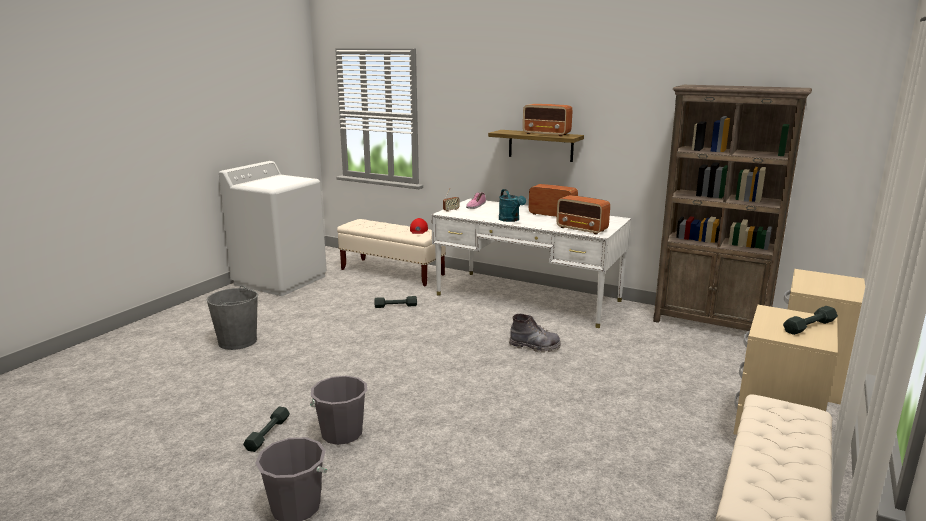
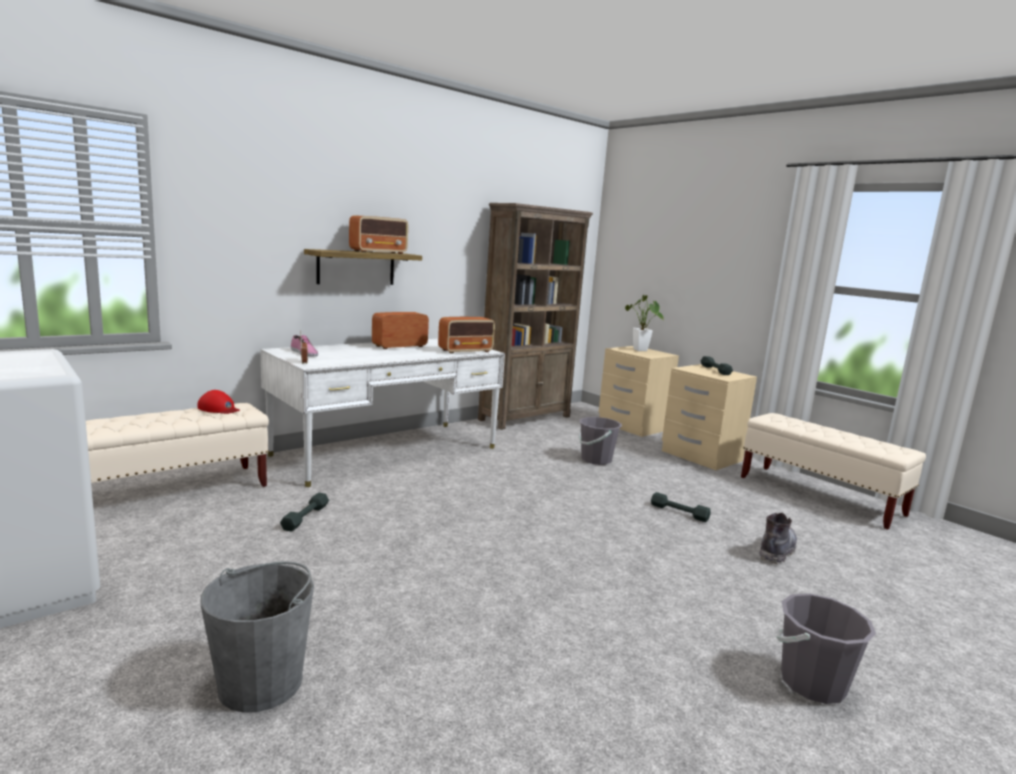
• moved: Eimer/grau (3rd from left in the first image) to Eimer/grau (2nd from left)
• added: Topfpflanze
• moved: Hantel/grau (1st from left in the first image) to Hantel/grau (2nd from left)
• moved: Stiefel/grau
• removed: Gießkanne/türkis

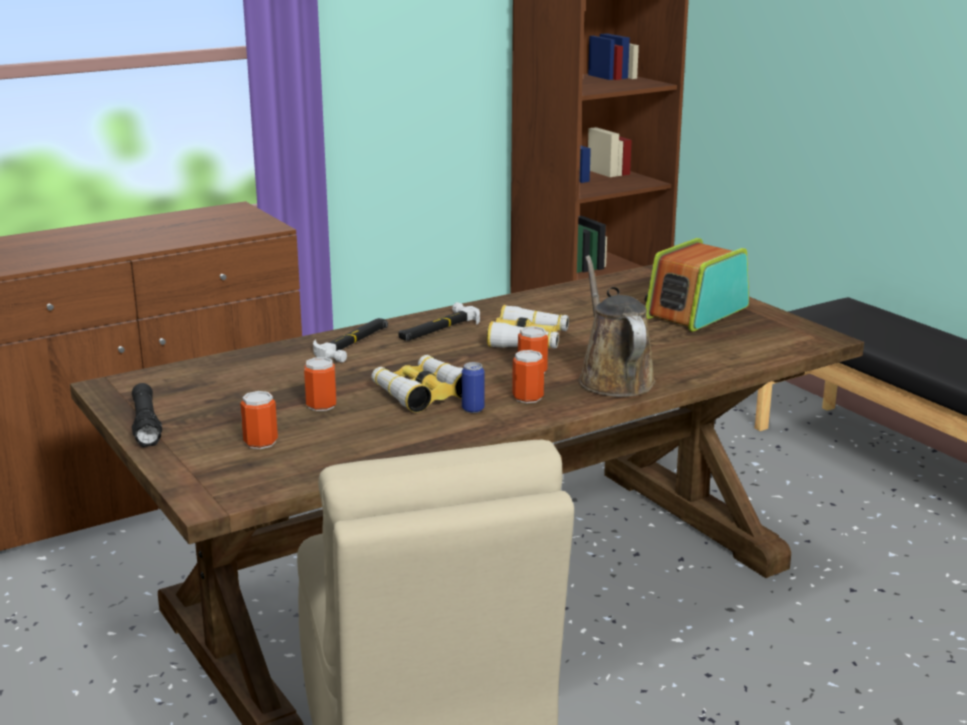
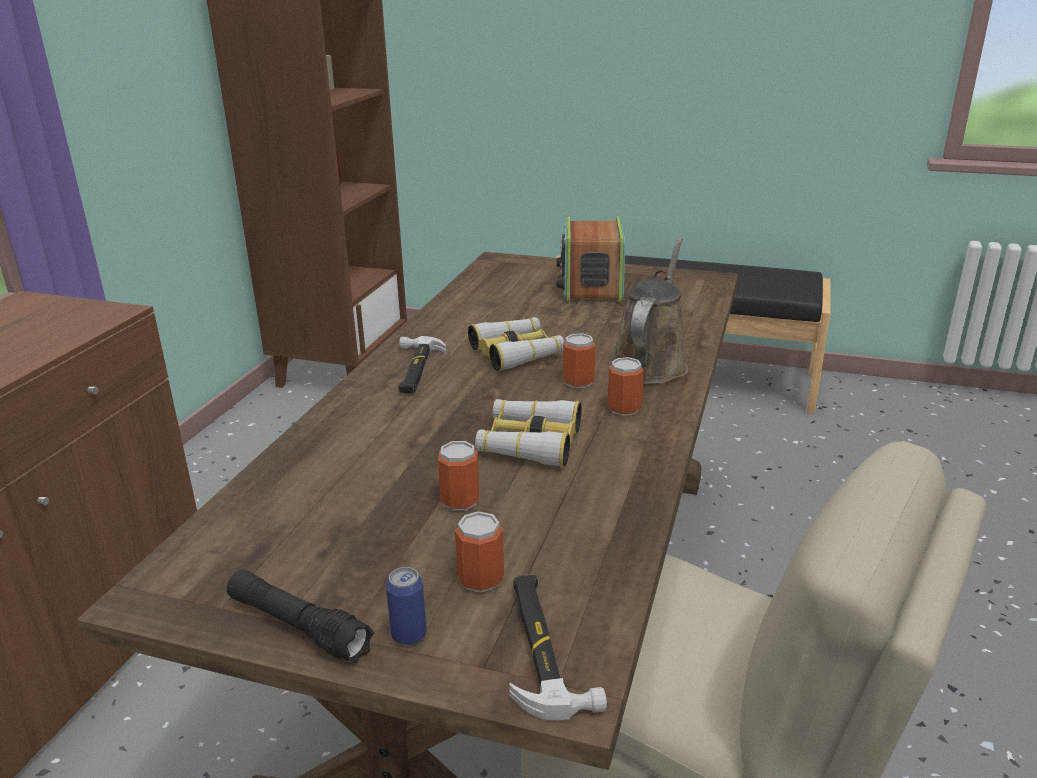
• moved: Dose (3rd from left in the first image) to Dose (1st from left)
• moved: Hammer (1st from left in the first image) to Hammer (2nd from left)
• turned: Gießkanne/braun 75 degrees clockwise

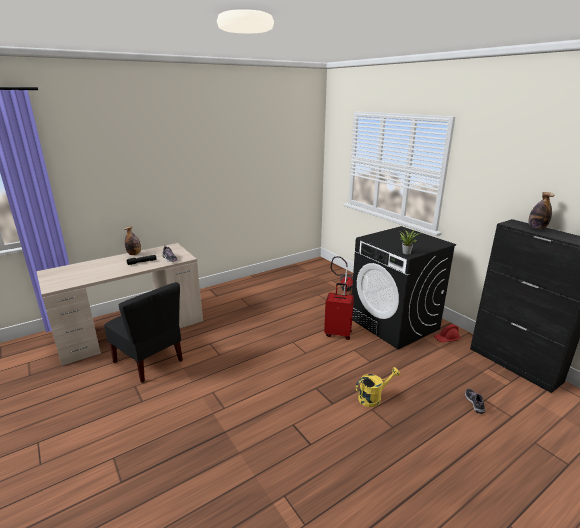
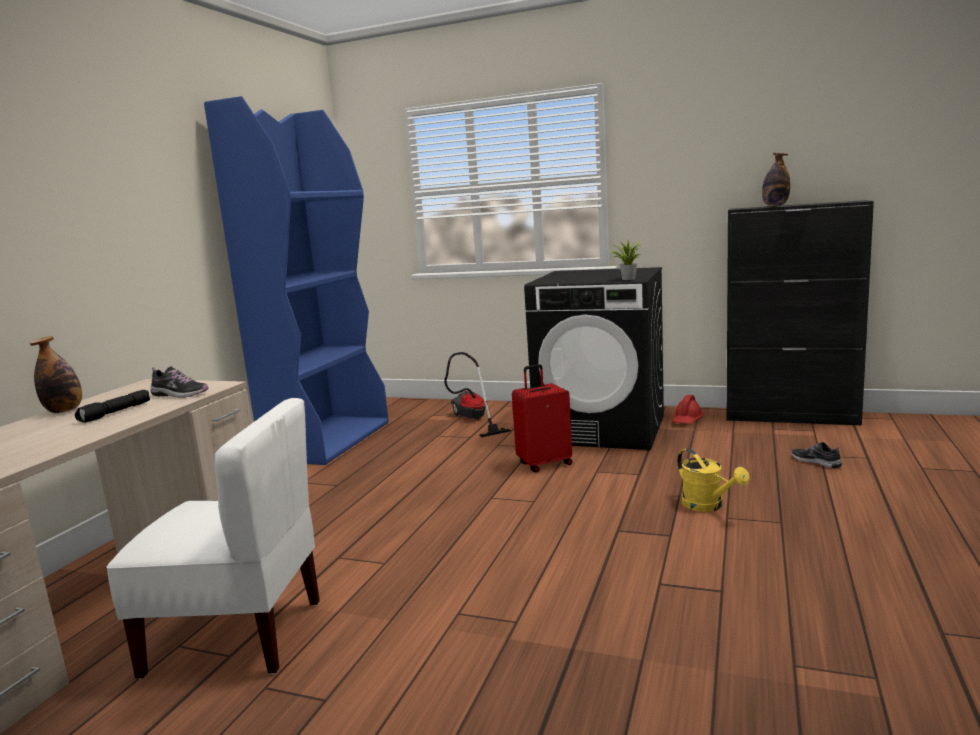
• recoloured: Stuhl/schwarz to Stuhl/weiß
• added: Bücherregal/blau
• turned: Gießkanne/gelb 120 degrees clockwise

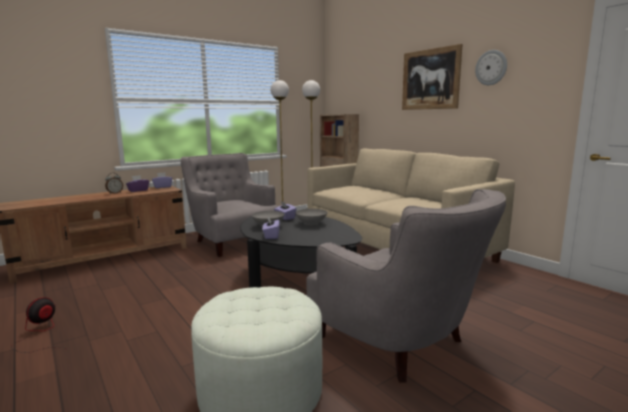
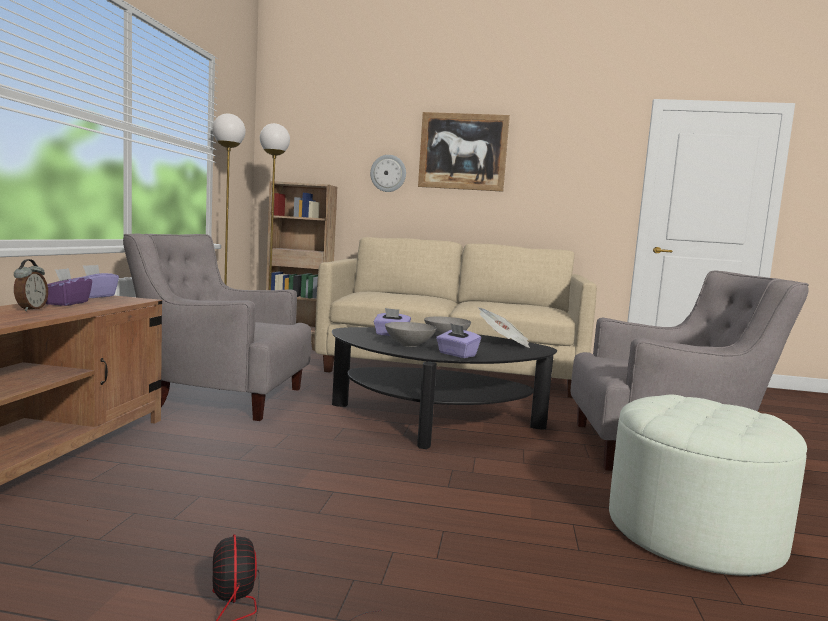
• moved: Wanduhr
• added: Zeitung

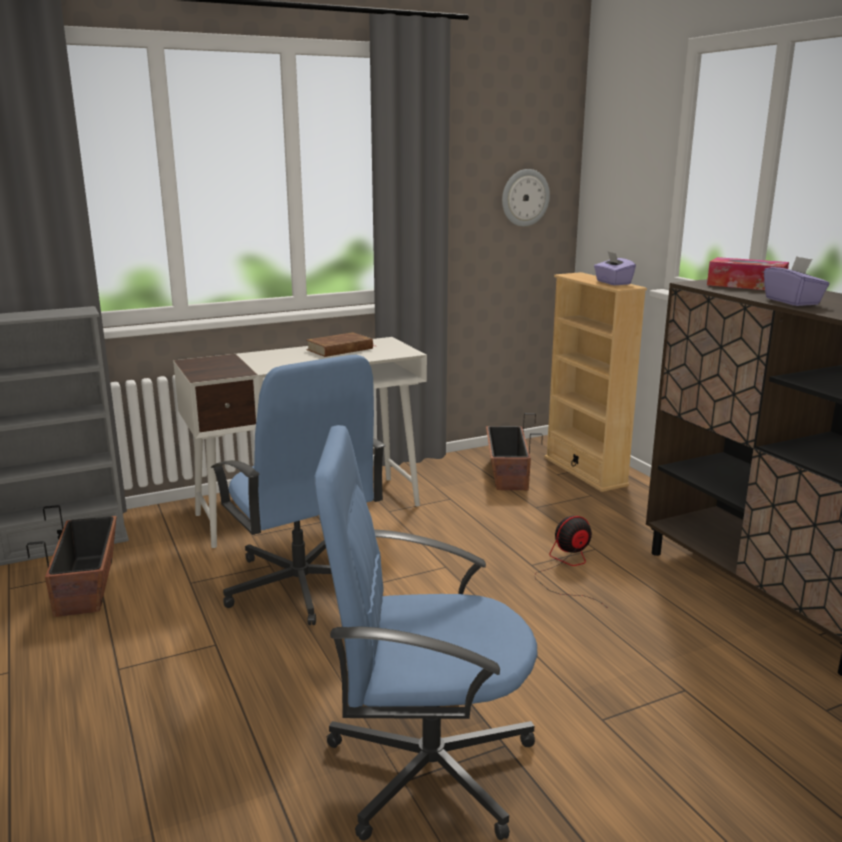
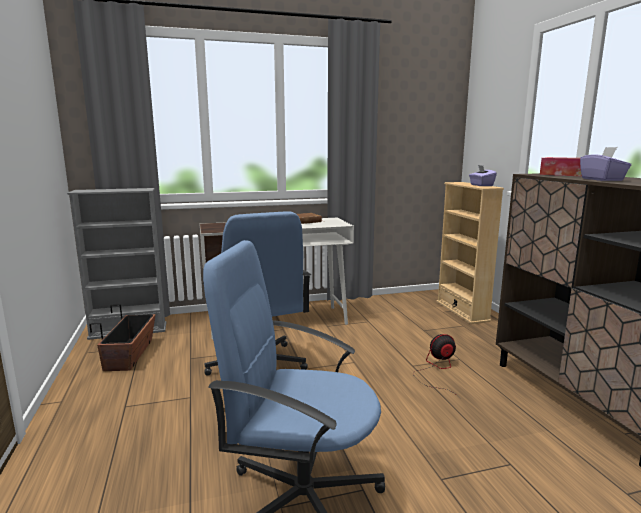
• removed: Pflanzkübel (2nd from left)
• removed: Wanduhr

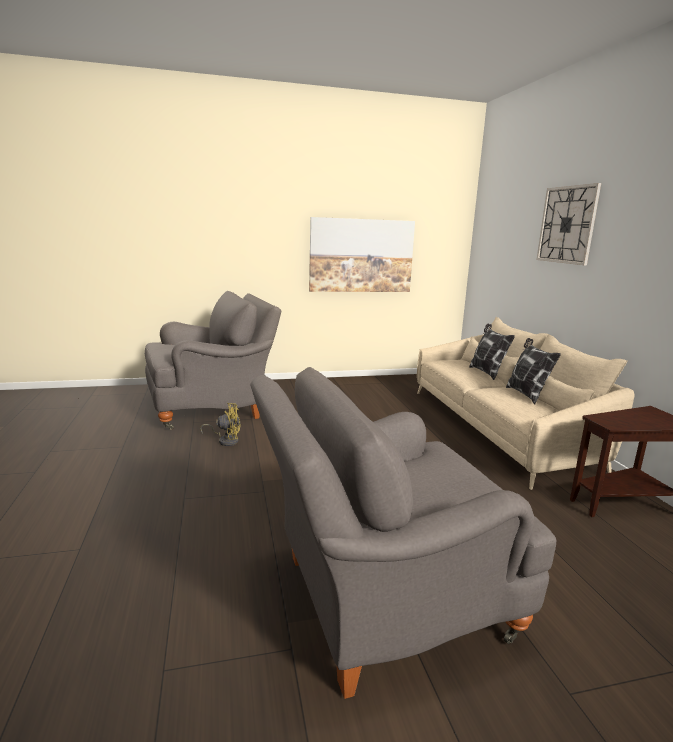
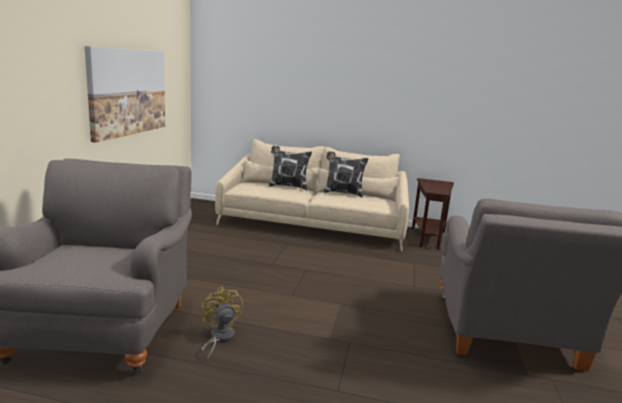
• turned: Ventilator/gelb 45 degrees counterclockwise
• removed: Wanduhr

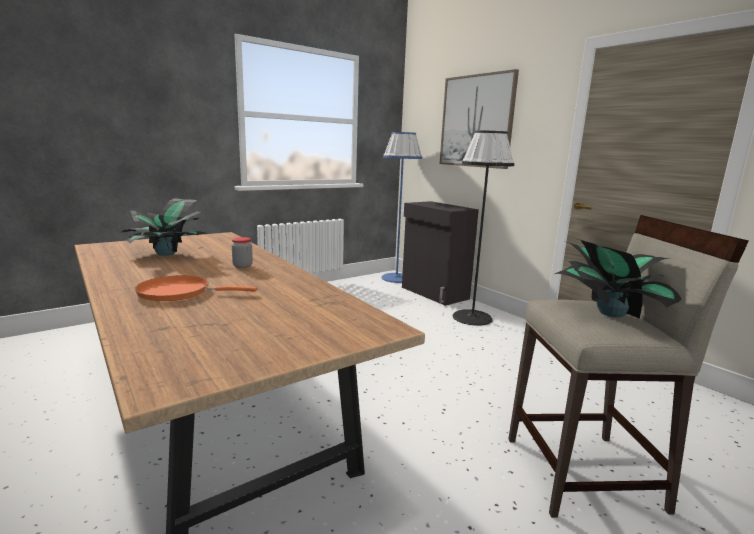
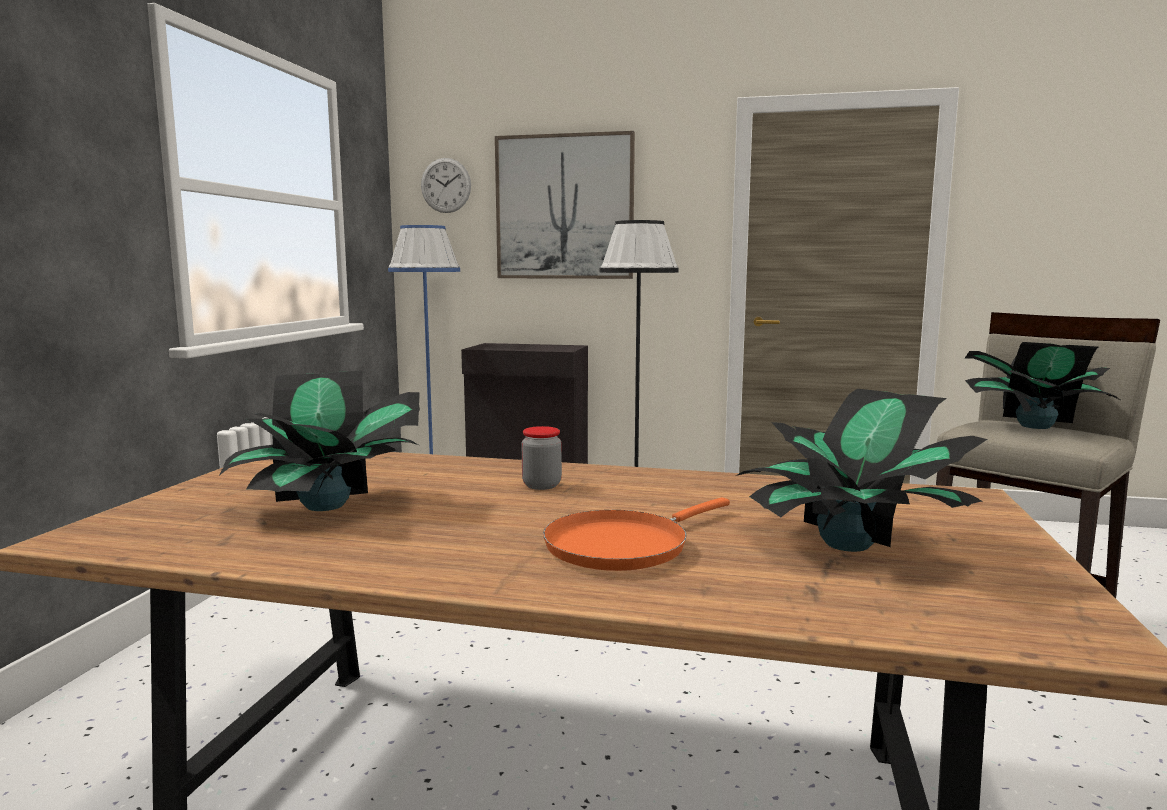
• added: Wanduhr
• added: Topfpflanze (2nd from left)

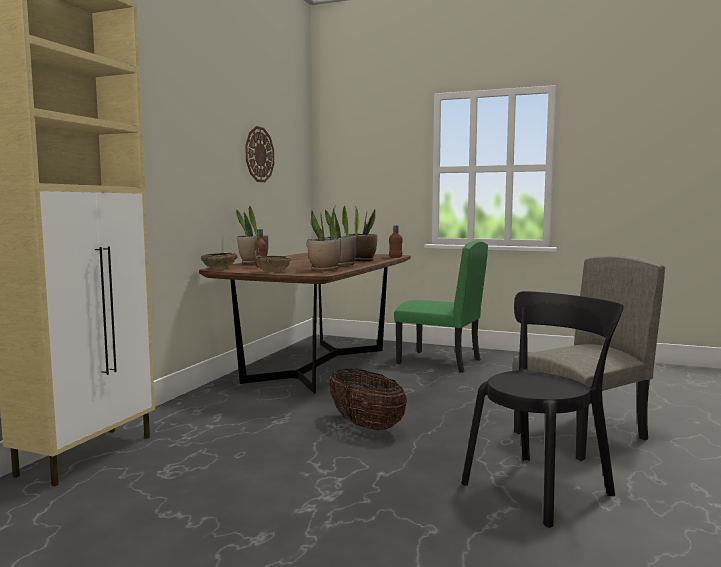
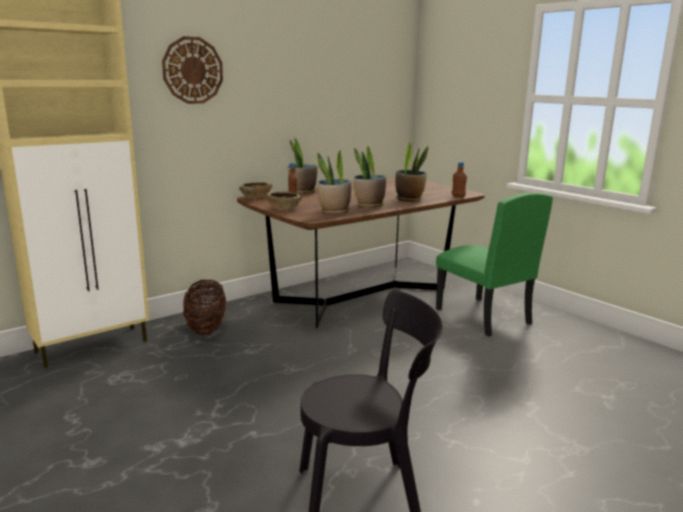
• moved: Wanduhr
• moved: Korb
• removed: Stuhl/beige

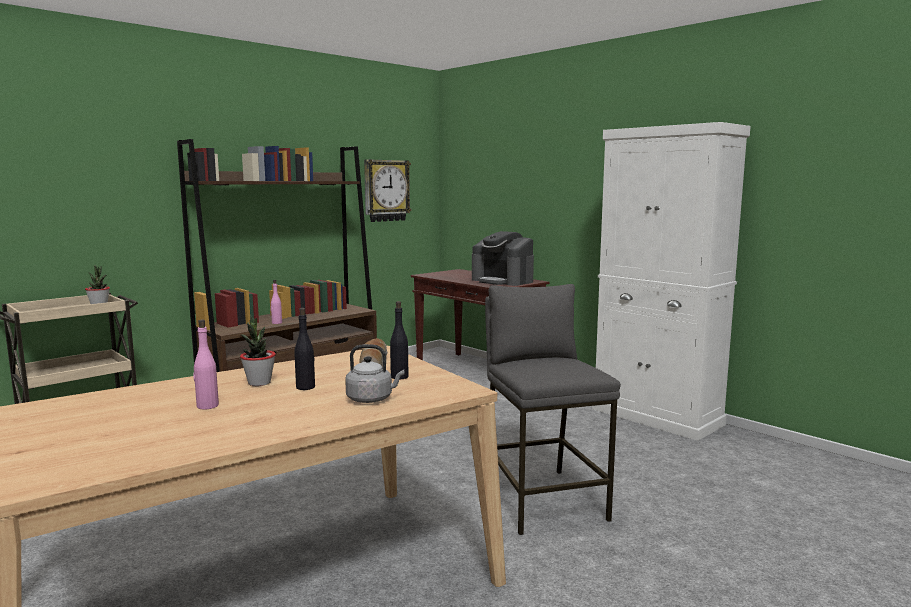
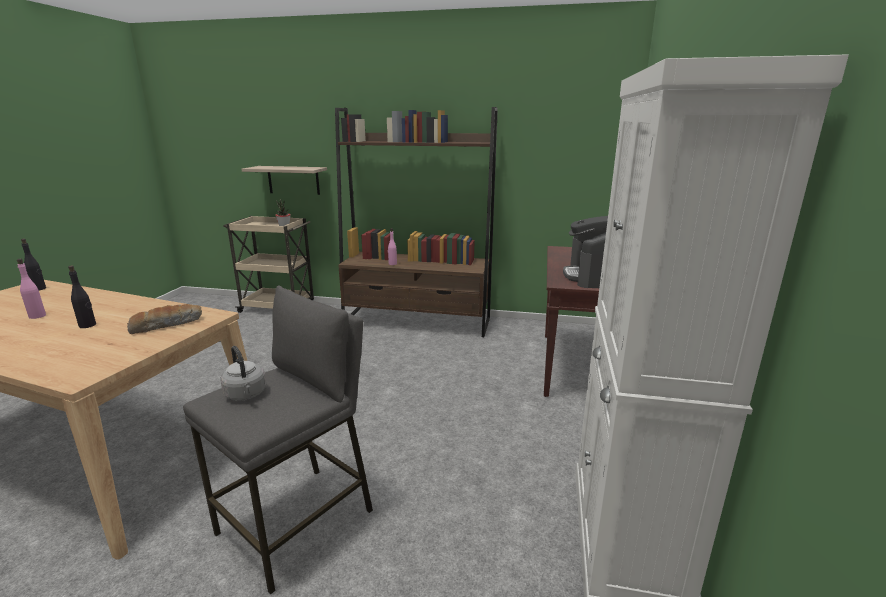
• moved: Flasche/schwarz (2nd from left in the first image) to Flasche/schwarz (1st from left)
• moved: Wasserkessel/grau
• added: Wandregal
• removed: Topfpflanze (2nd from left)
• removed: Wanduhr

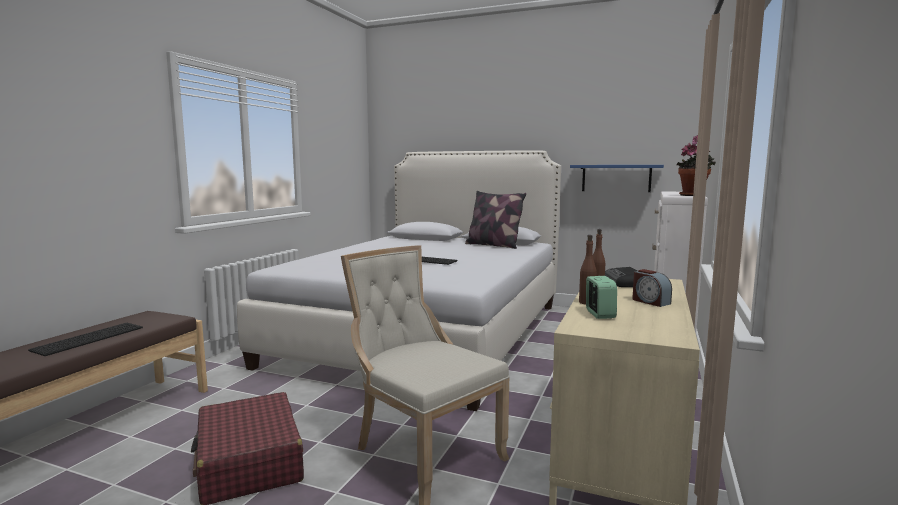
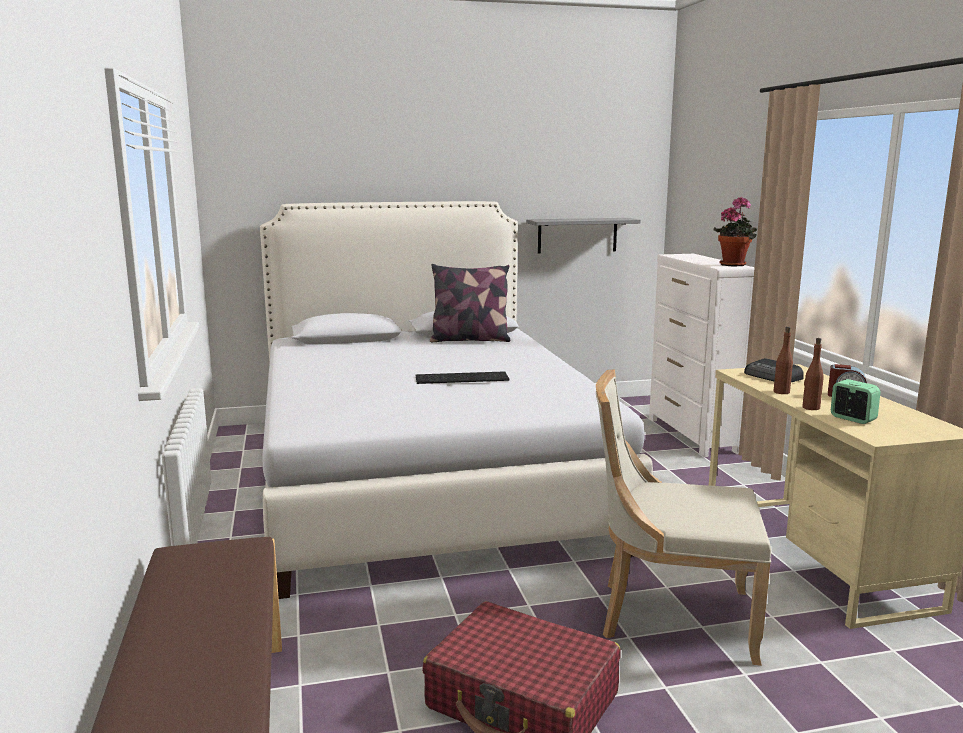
• recoloured: Wandregal/blau to Wandregal/grau
• removed: Tastatur (1st from left)

